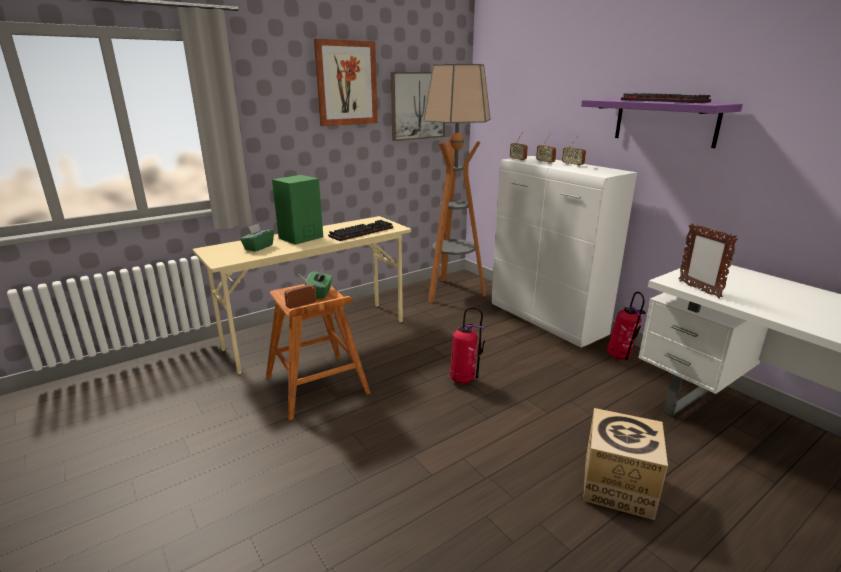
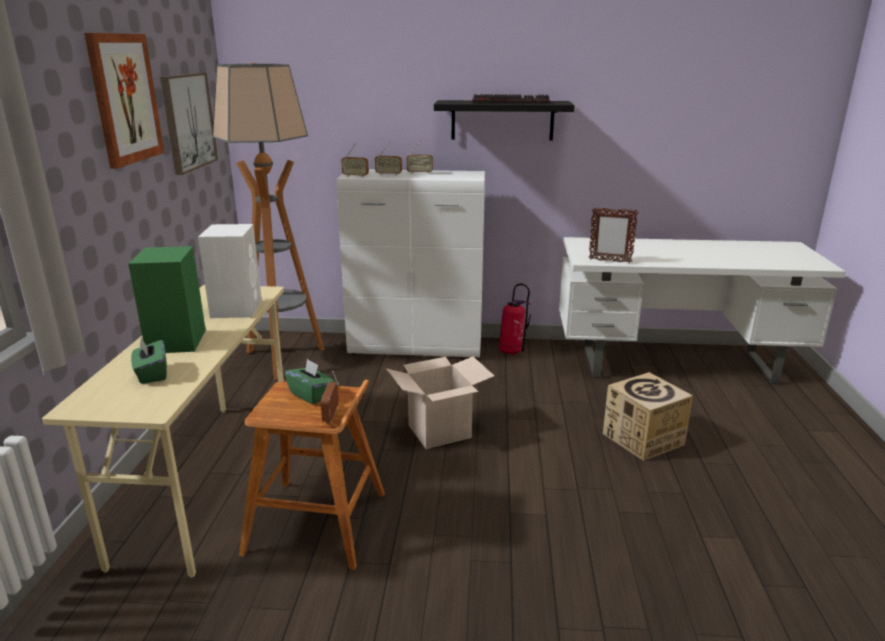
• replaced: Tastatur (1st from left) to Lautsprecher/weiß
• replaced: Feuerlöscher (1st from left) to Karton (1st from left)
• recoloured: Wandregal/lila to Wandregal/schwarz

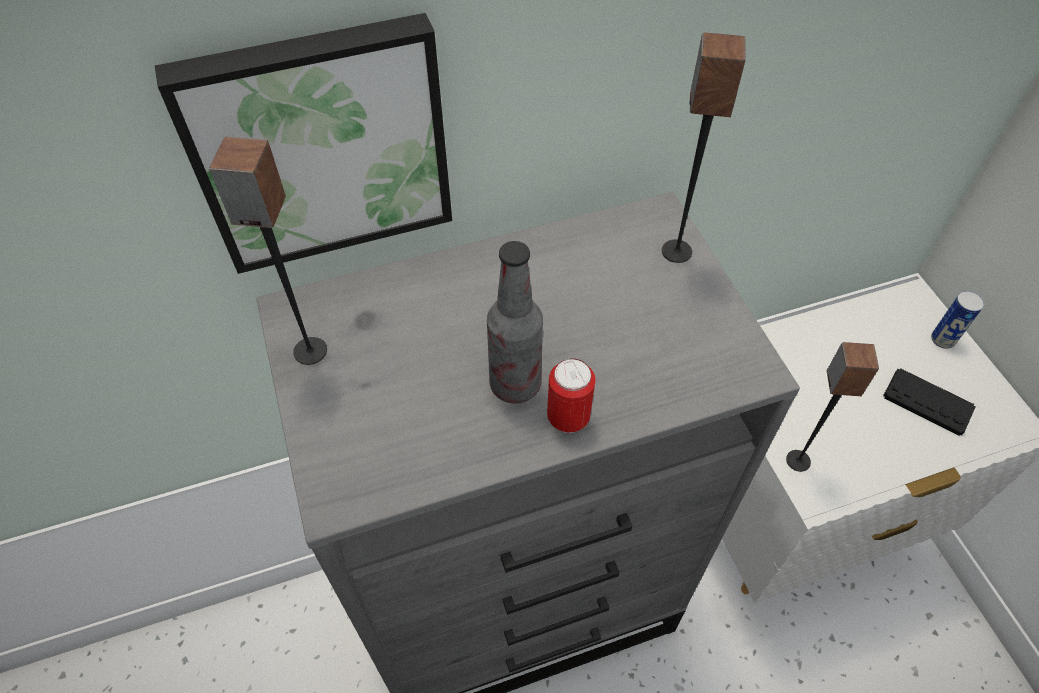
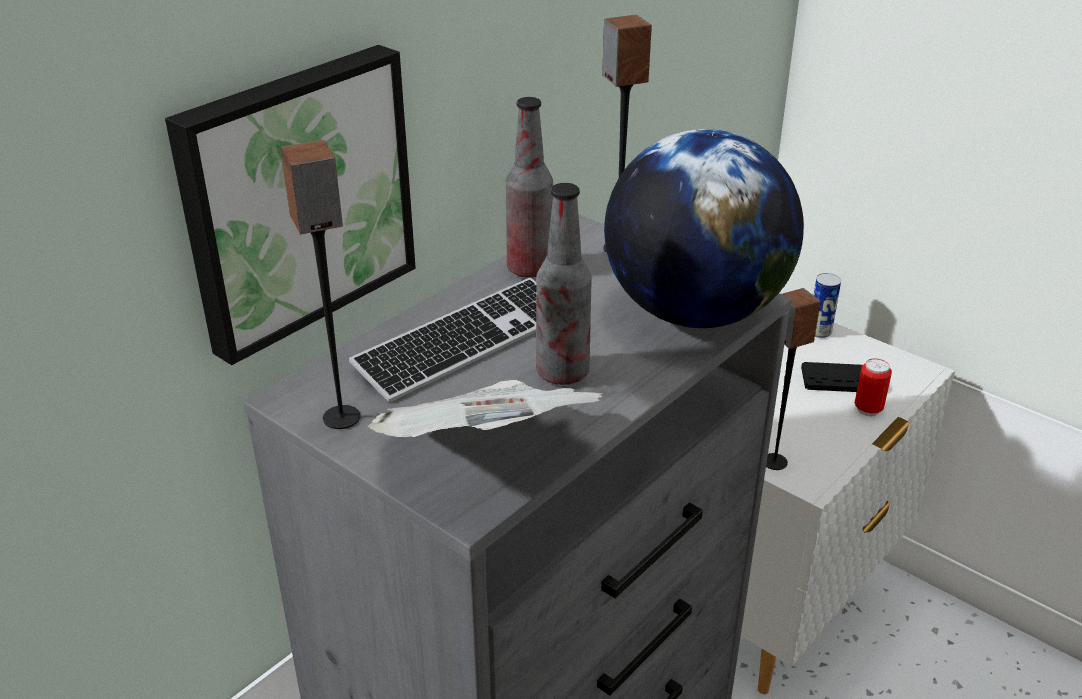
• added: Tastatur
• added: Zeitung
• added: Flasche (1st from left)
• added: Globus
• moved: Dose (1st from left in the first image) to Dose (2nd from left)

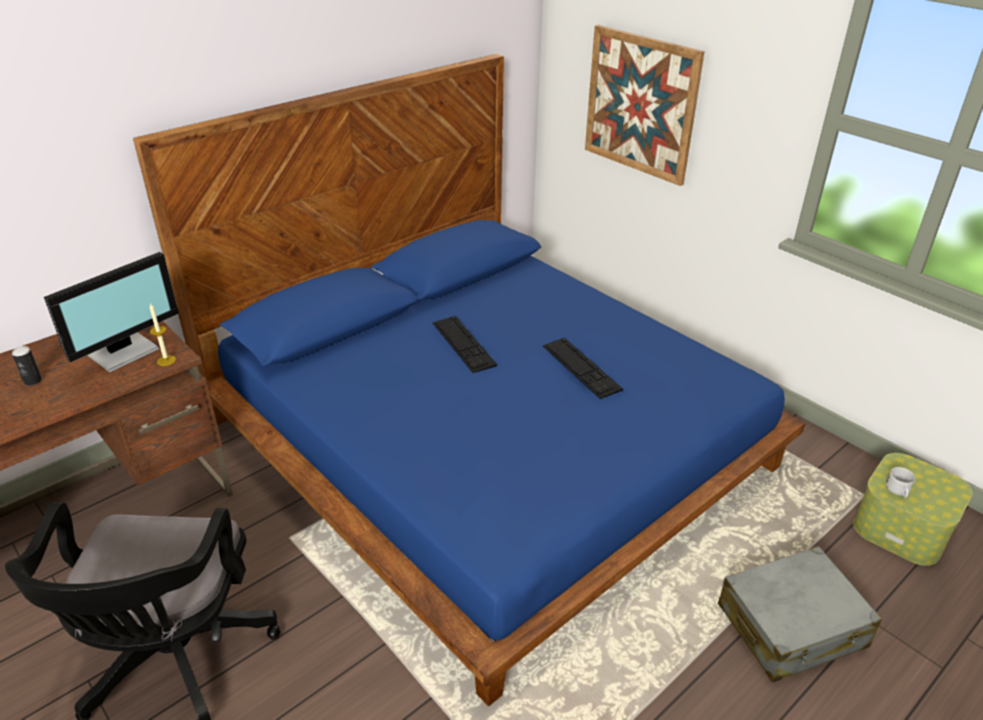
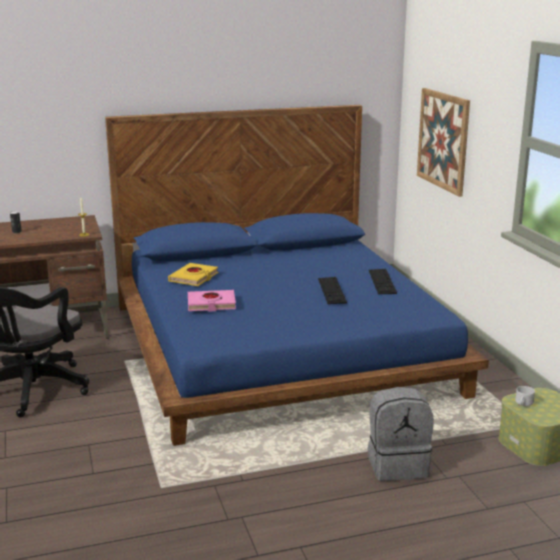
• added: Buch/gelb
• added: Buch/rosa
• replaced: Koffer/grau to Rucksack/grau
• moved: Tastatur (1st from left in the first image) to Tastatur (2nd from left)
• removed: Monitor

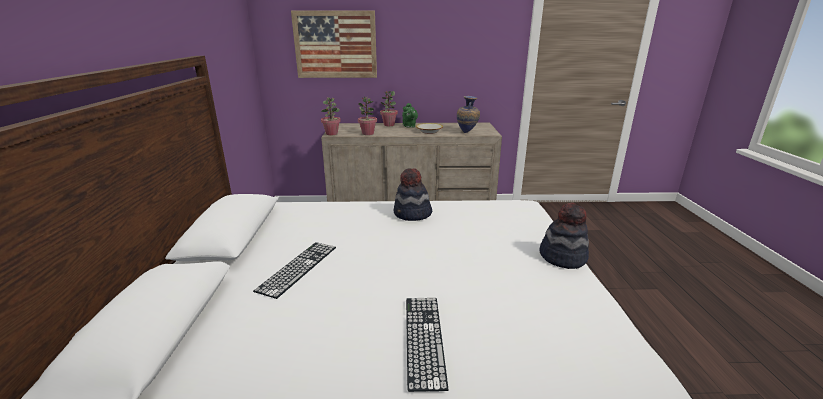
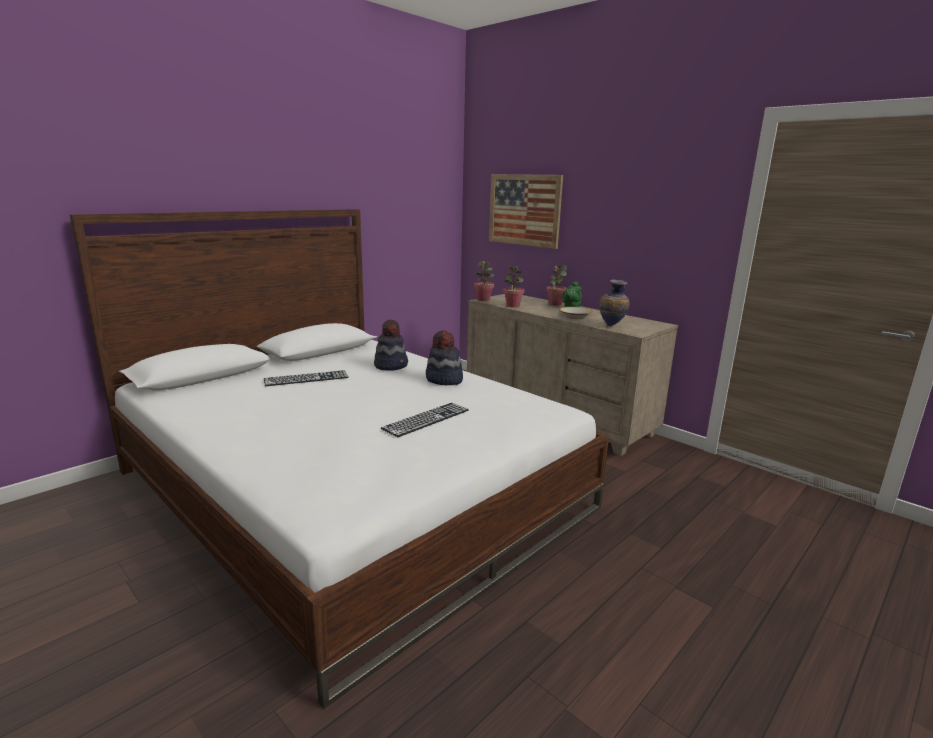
• moved: Hut (2nd from left in the first image) to Hut (1st from left)
• moved: Tastatur (2nd from left)

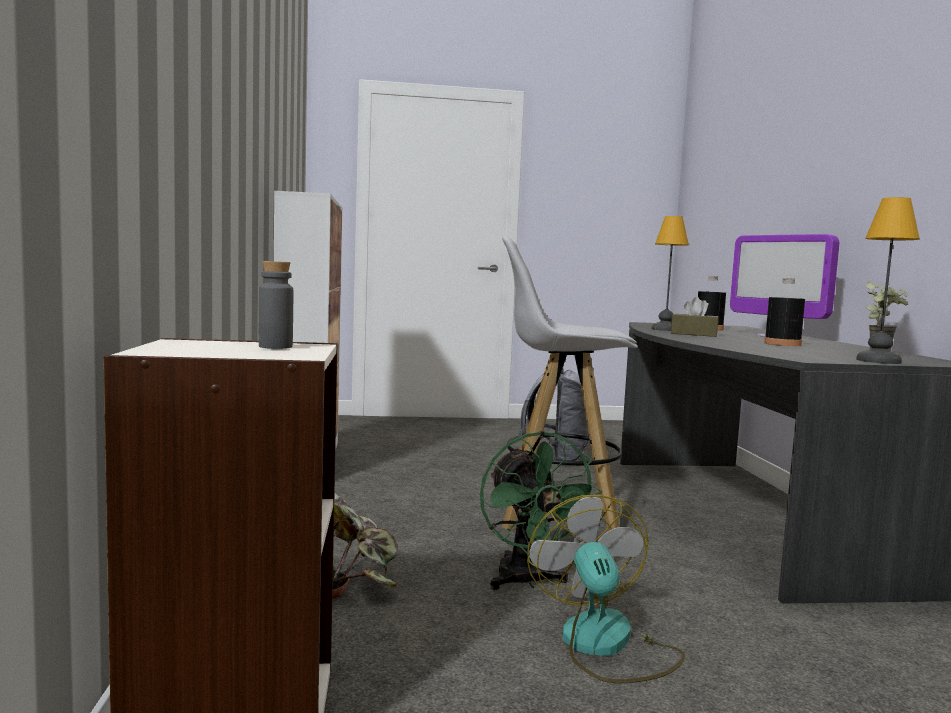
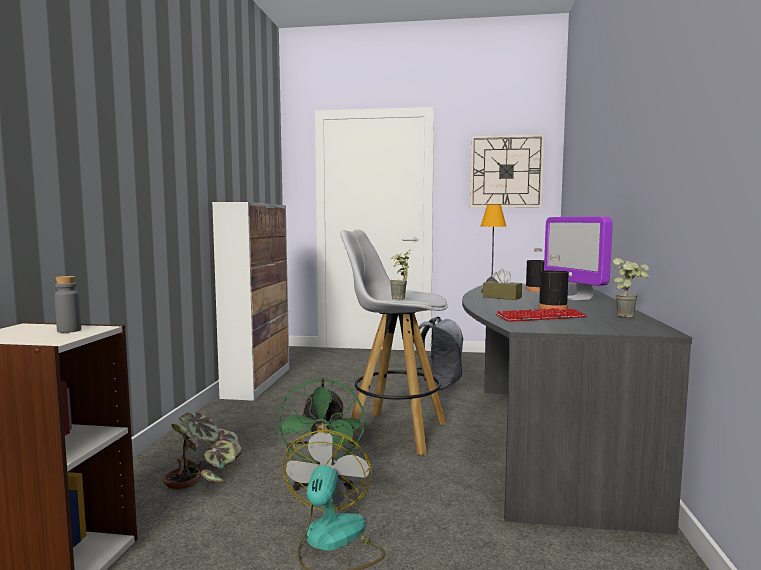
• added: Topfpflanze (2nd from left)
• added: Wanduhr
• added: Tastatur
• removed: Tischlampe (2nd from left)

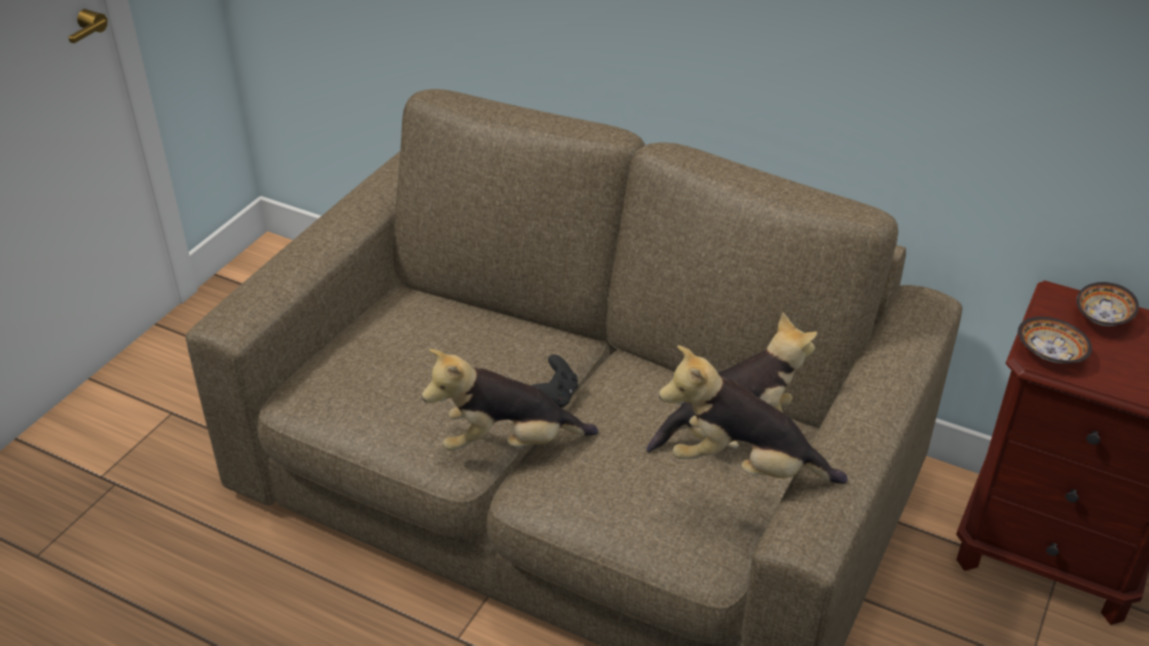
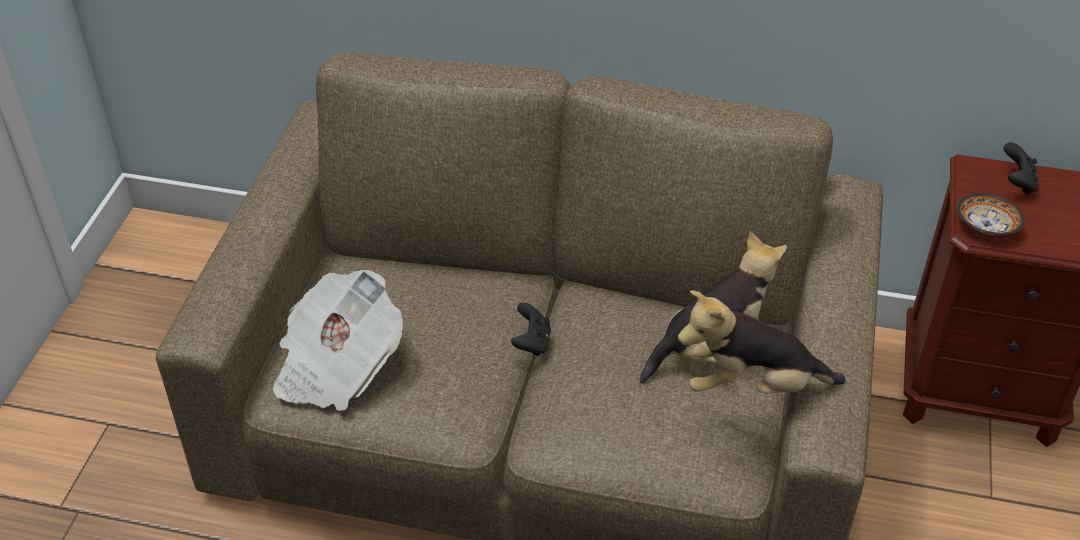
• added: Zeitung
• replaced: Schüssel (2nd from left) to Gamepad/schwarz (2nd from left)
• removed: Plüschtier (1st from left)

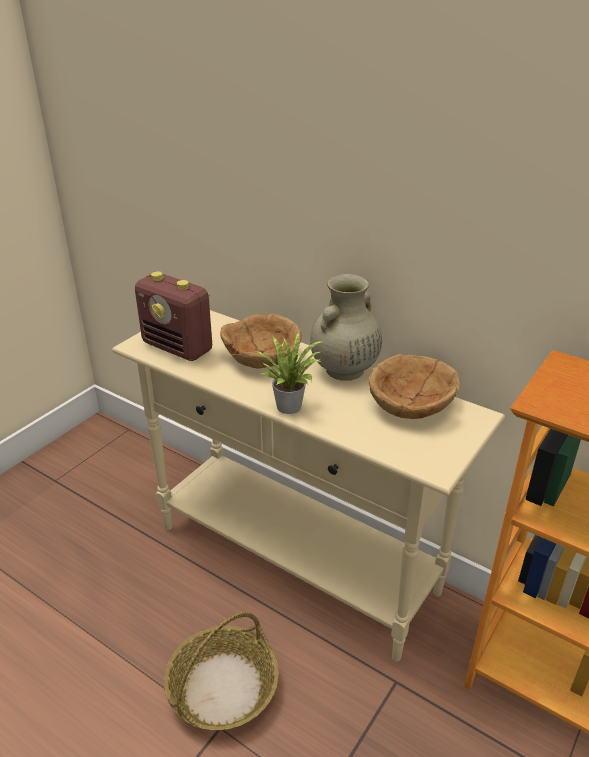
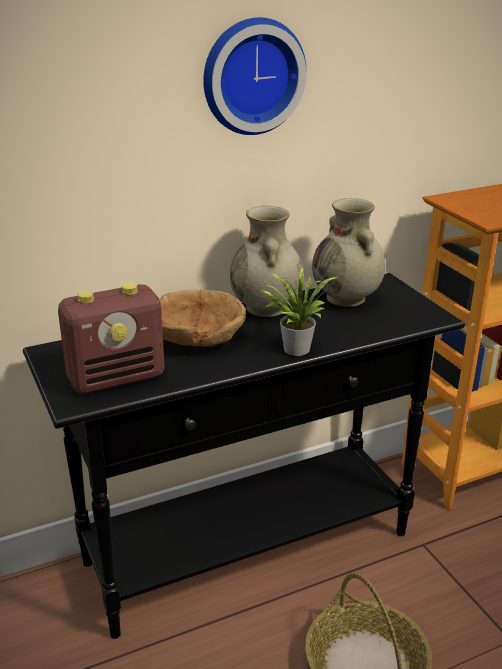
• recoloured: Konsolentisch/beige to Konsolentisch/schwarz
• added: Wanduhr
• replaced: Schüssel/braun (2nd from left) to Vase/beige (2nd from left)

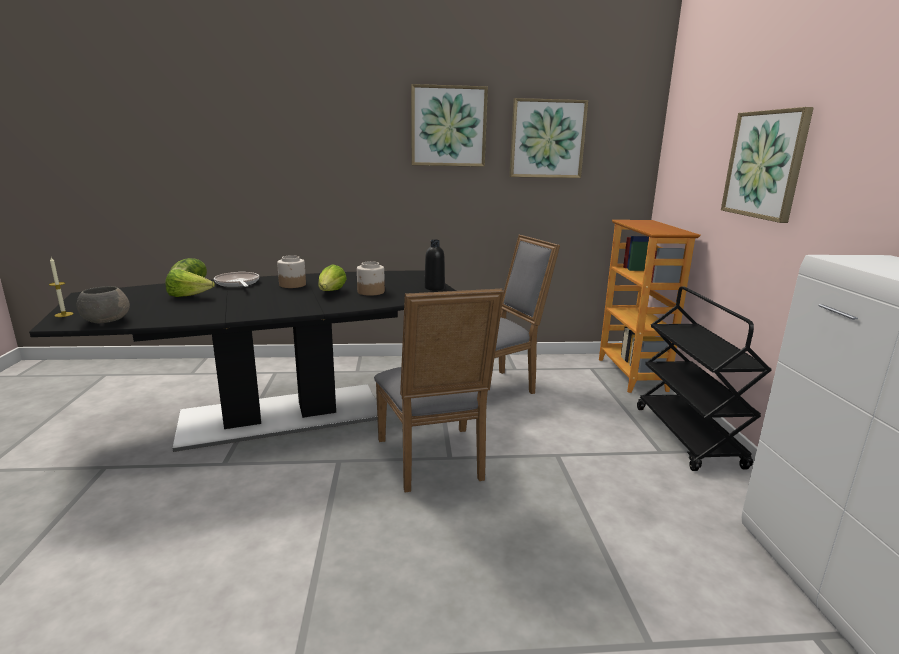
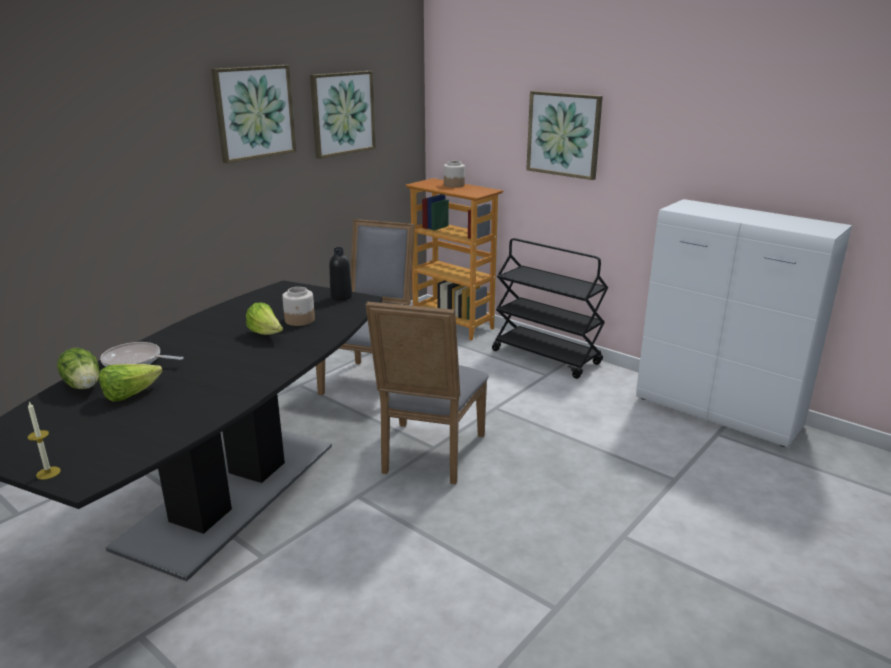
• turned: Stuhl/grau (1st from left in the first image) 75 degrees clockwise
• moved: Vorratsglas (1st from left in the first image) to Vorratsglas (2nd from left)
• removed: Schüssel/grau

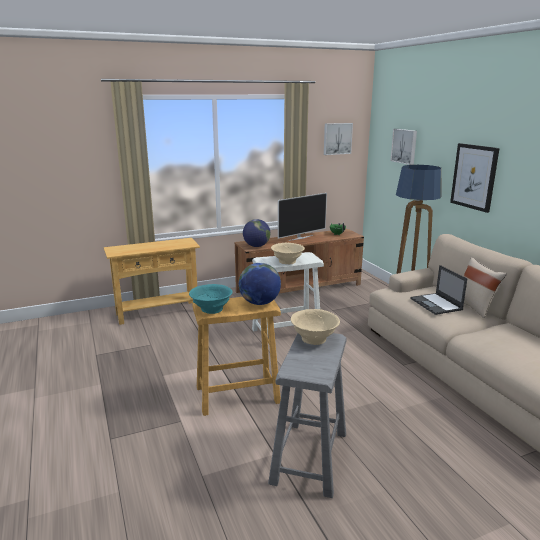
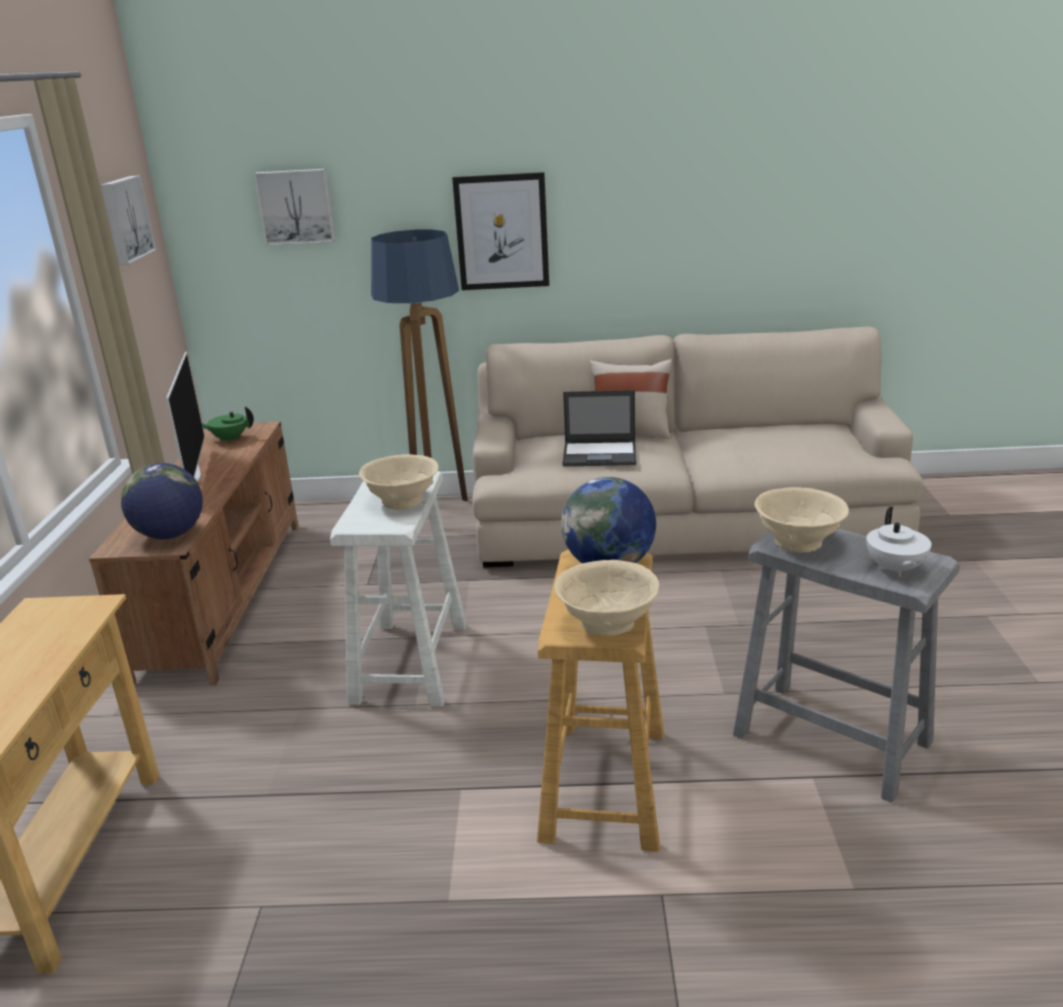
• recoloured: Schüssel/türkis to Schüssel/beige (2nd from left)
• added: Teekanne/weiß

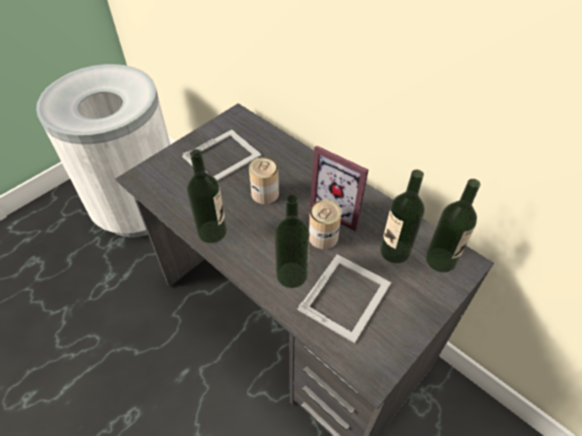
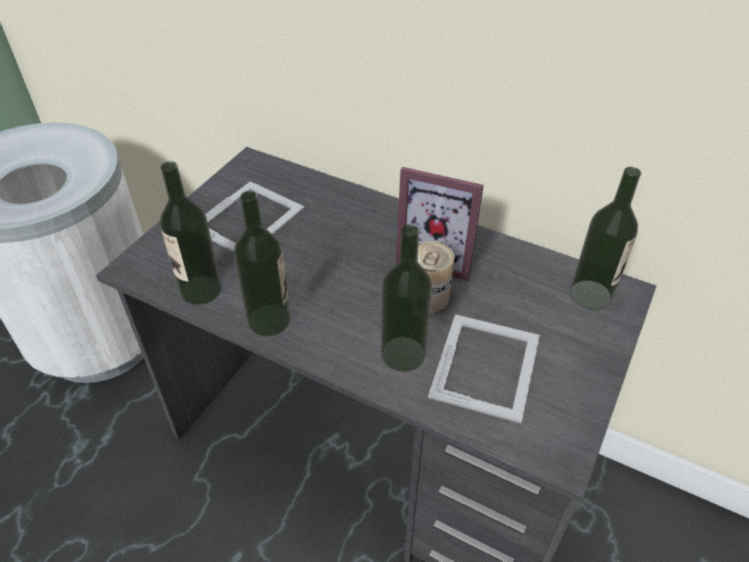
• moved: Flasche (3rd from left in the first image) to Flasche (1st from left)
• removed: Dose (1st from left)

